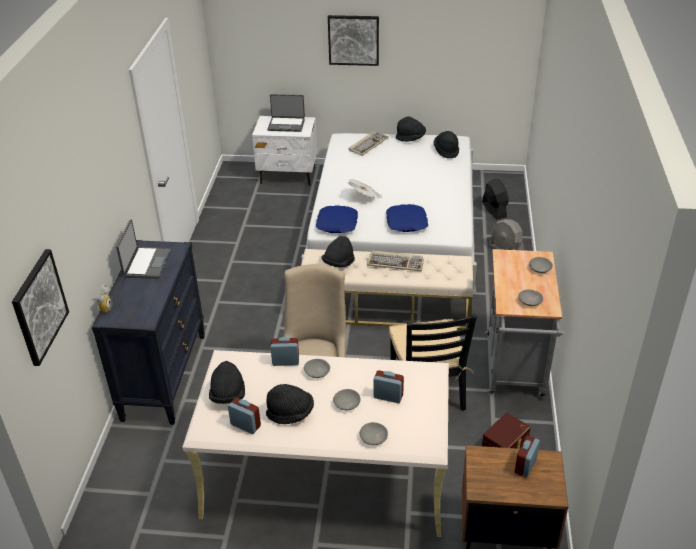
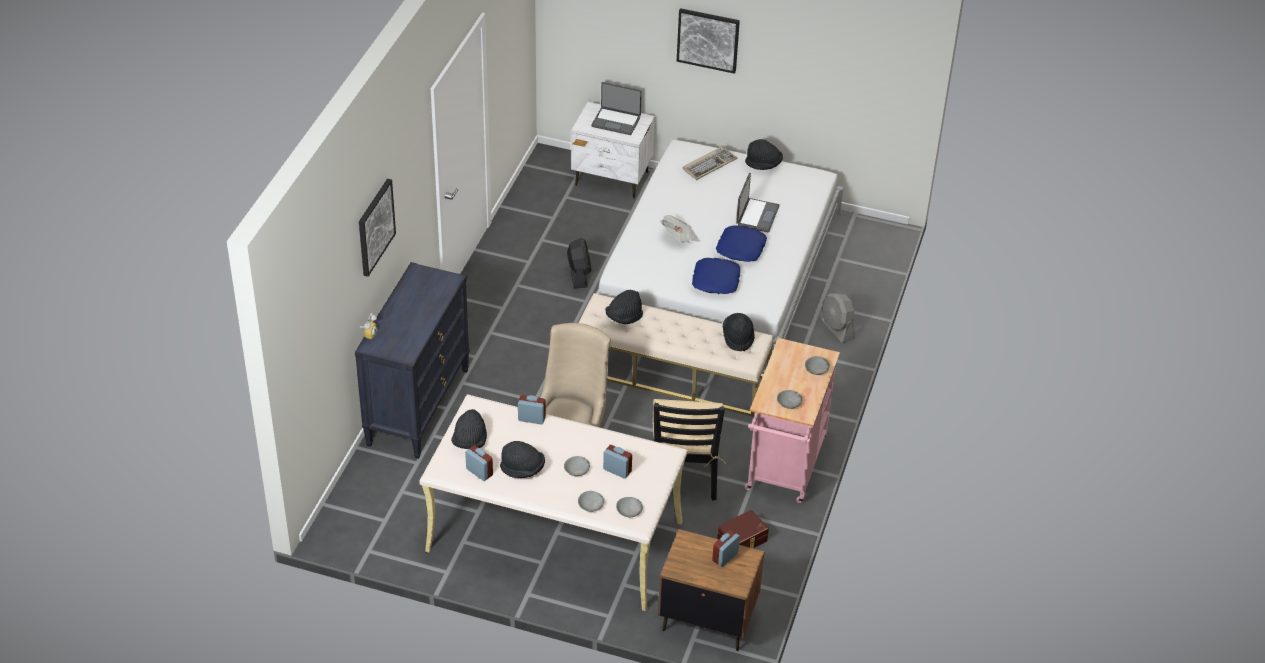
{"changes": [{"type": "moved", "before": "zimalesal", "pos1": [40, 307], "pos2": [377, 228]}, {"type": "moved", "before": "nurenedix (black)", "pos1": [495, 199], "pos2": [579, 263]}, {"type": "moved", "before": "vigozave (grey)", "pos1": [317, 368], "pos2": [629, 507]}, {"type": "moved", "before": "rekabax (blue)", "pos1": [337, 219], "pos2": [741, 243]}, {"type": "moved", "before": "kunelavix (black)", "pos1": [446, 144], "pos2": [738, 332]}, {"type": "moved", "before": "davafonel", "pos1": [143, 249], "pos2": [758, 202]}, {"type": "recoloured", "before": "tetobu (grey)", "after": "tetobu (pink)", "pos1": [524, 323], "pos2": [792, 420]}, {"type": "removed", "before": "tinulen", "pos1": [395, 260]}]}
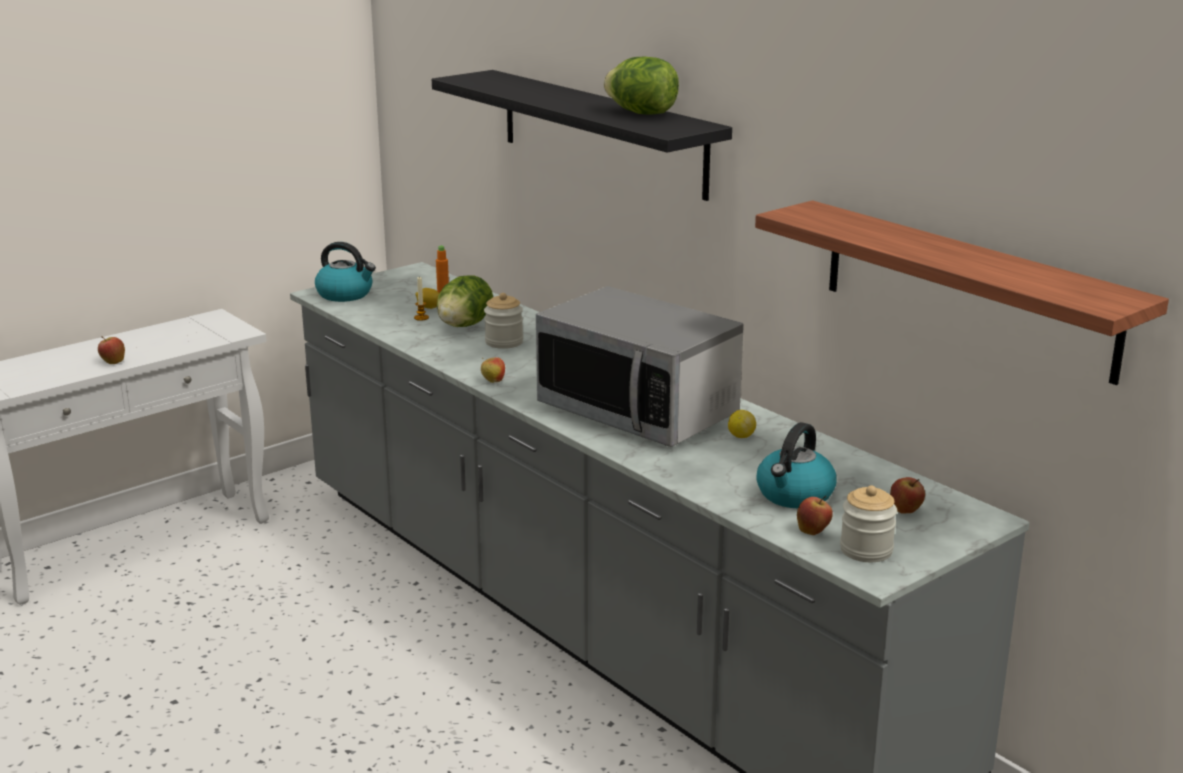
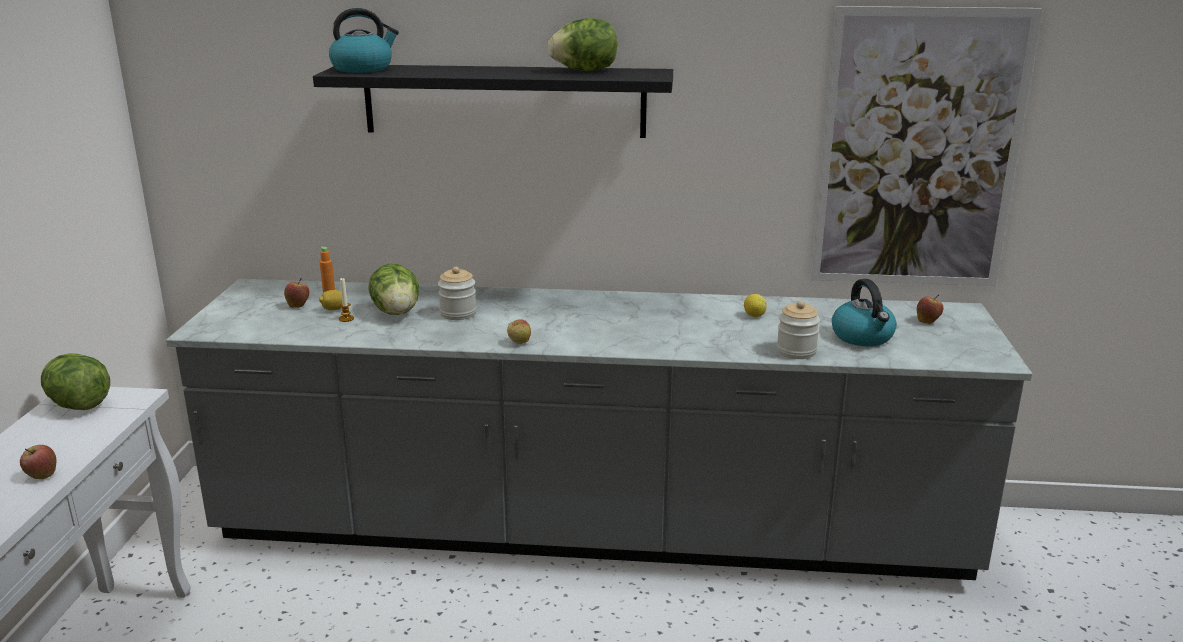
{"changes": [{"type": "added", "after": "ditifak", "pos2": [75, 381]}, {"type": "moved", "before": "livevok", "pos1": [815, 515], "pos2": [296, 293]}, {"type": "moved", "before": "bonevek", "pos1": [345, 272], "pos2": [364, 40]}, {"type": "moved", "before": "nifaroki", "pos1": [868, 523], "pos2": [798, 330]}, {"type": "replaced", "before": "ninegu", "after": "zimalesal", "pos1": [962, 292], "pos2": [927, 146]}, {"type": "removed", "before": "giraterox", "pos1": [640, 366]}]}
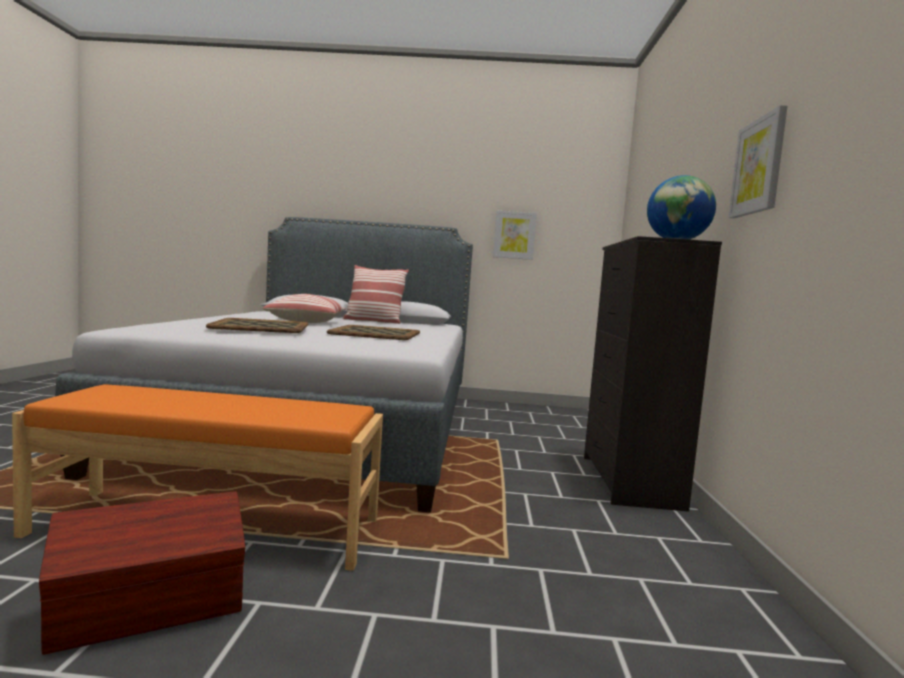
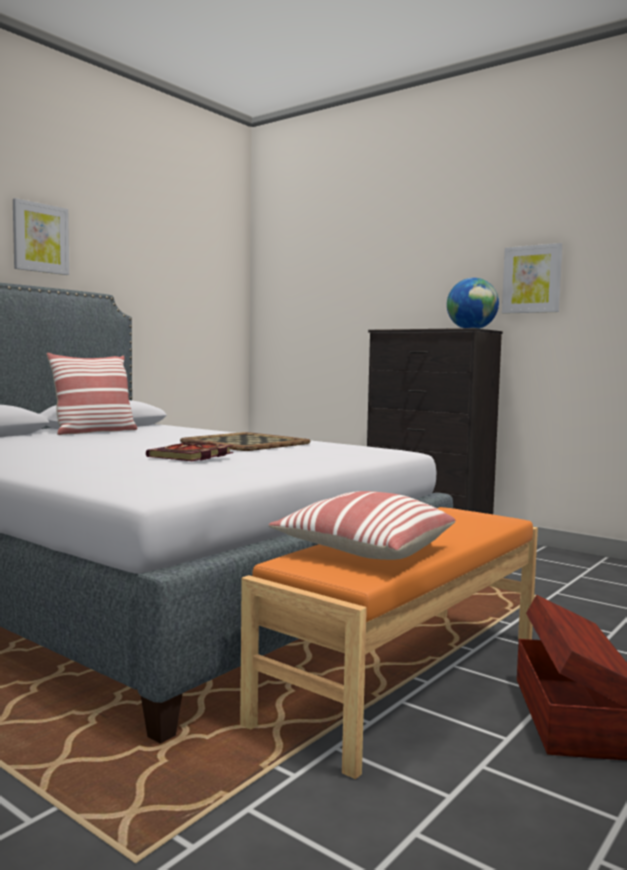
{"changes": [{"type": "moved", "before": "zimalesal", "pos1": [515, 235], "pos2": [41, 236]}, {"type": "replaced", "before": "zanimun", "after": "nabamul", "pos1": [257, 325], "pos2": [189, 451]}, {"type": "moved", "before": "rekabax", "pos1": [304, 308], "pos2": [362, 525]}]}
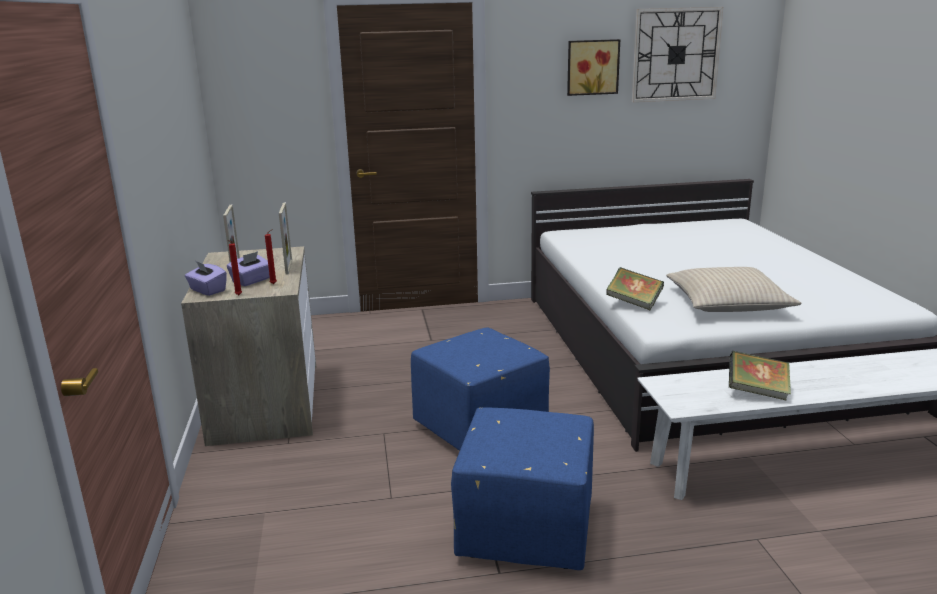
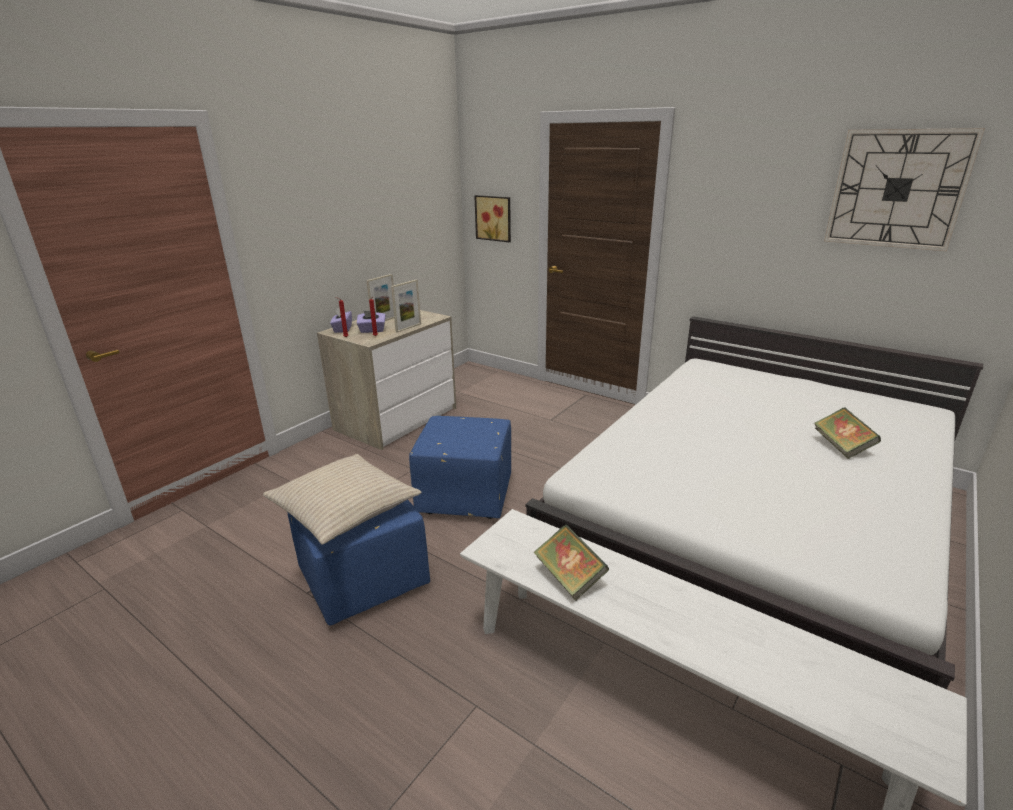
{"changes": [{"type": "moved", "before": "rekabax (beige)", "pos1": [734, 289], "pos2": [342, 499]}, {"type": "moved", "before": "zimalesal", "pos1": [593, 67], "pos2": [493, 218]}, {"type": "moved", "before": "nabamul", "pos1": [635, 289], "pos2": [847, 433]}]}
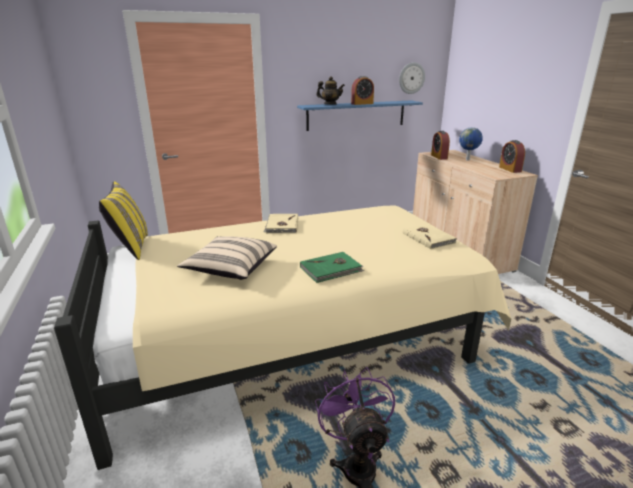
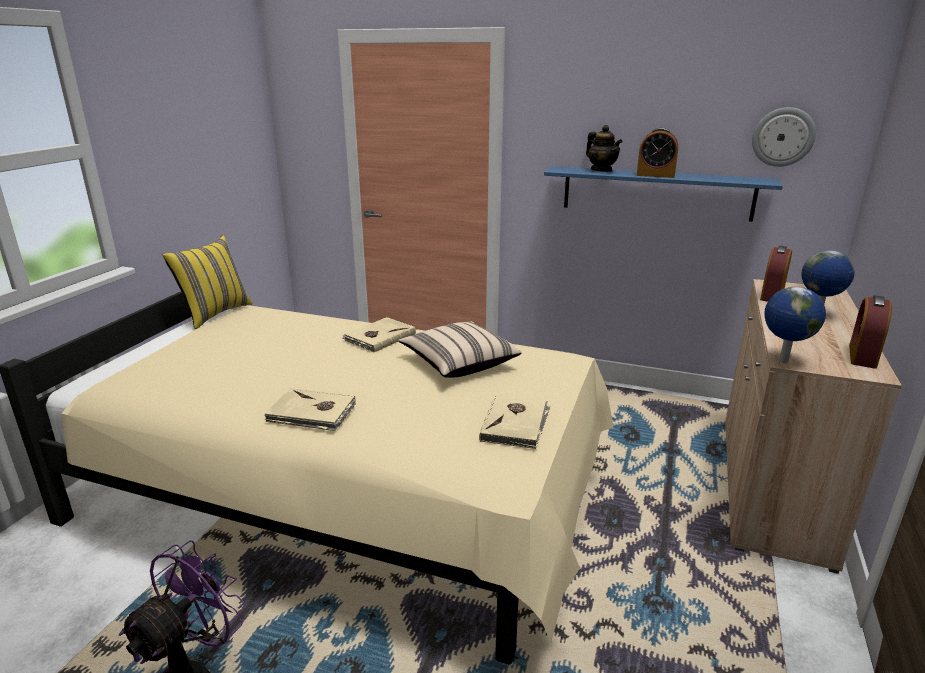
{"changes": [{"type": "recoloured", "before": "nabamul (green)", "after": "nabamul (beige)", "pos1": [332, 267], "pos2": [310, 409]}, {"type": "moved", "before": "rekabax (beige)", "pos1": [227, 258], "pos2": [460, 349]}, {"type": "added", "after": "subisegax", "pos2": [795, 325]}]}
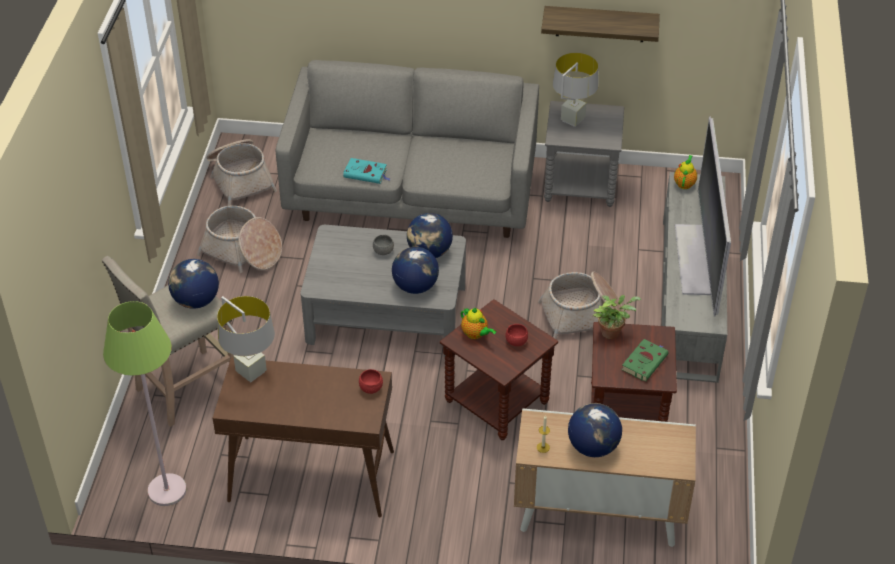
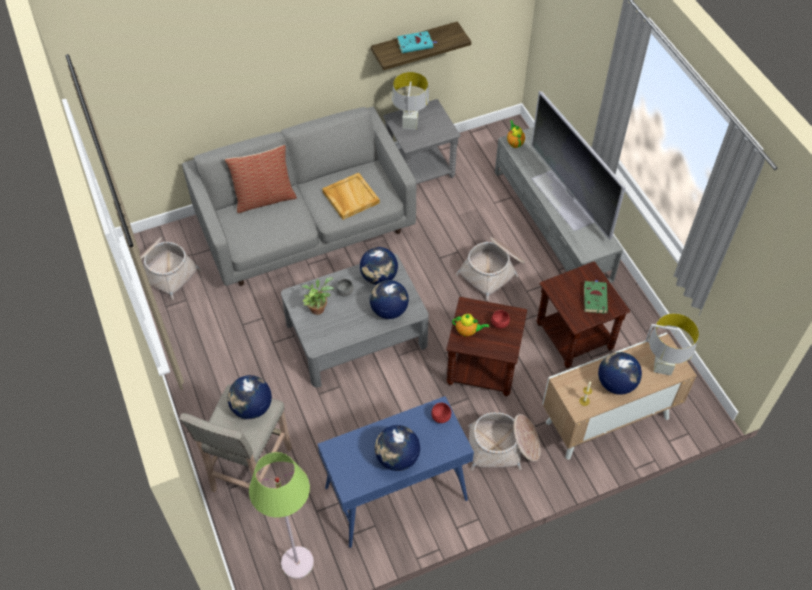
{"changes": [{"type": "added", "after": "rekabax", "pos2": [261, 179]}, {"type": "moved", "before": "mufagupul", "pos1": [617, 317], "pos2": [318, 296]}, {"type": "recoloured", "before": "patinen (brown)", "after": "patinen (blue)", "pos1": [303, 437], "pos2": [396, 472]}, {"type": "added", "after": "zanimun (beige)", "pos2": [351, 196]}, {"type": "added", "after": "subisegax", "pos2": [397, 448]}, {"type": "moved", "before": "nabamul (turquoise)", "pos1": [367, 171], "pos2": [417, 42]}, {"type": "moved", "before": "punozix", "pos1": [239, 239], "pos2": [504, 441]}, {"type": "moved", "before": "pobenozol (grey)", "pos1": [246, 339], "pos2": [672, 344]}]}
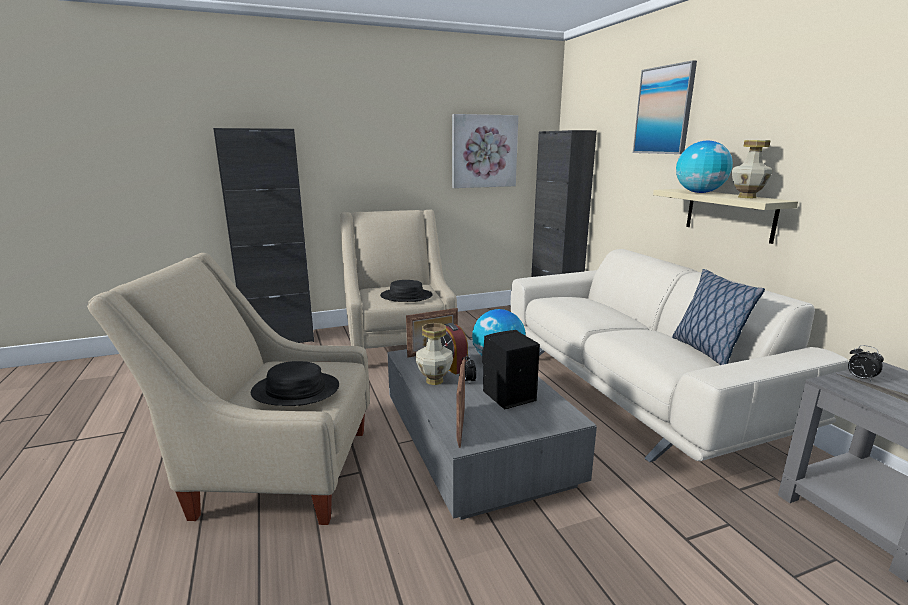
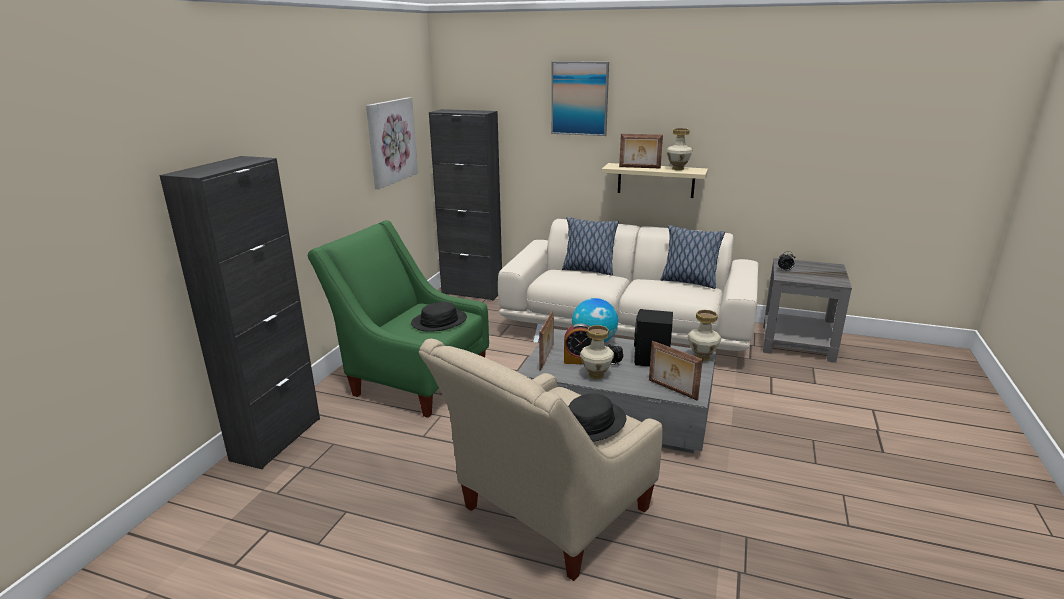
{"changes": [{"type": "recoloured", "before": "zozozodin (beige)", "after": "zozozodin (green)", "pos1": [398, 279], "pos2": [398, 319]}, {"type": "added", "after": "rekabax", "pos2": [590, 246]}, {"type": "replaced", "before": "subisegax", "after": "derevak", "pos1": [704, 166], "pos2": [641, 151]}, {"type": "added", "after": "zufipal", "pos2": [704, 335]}]}
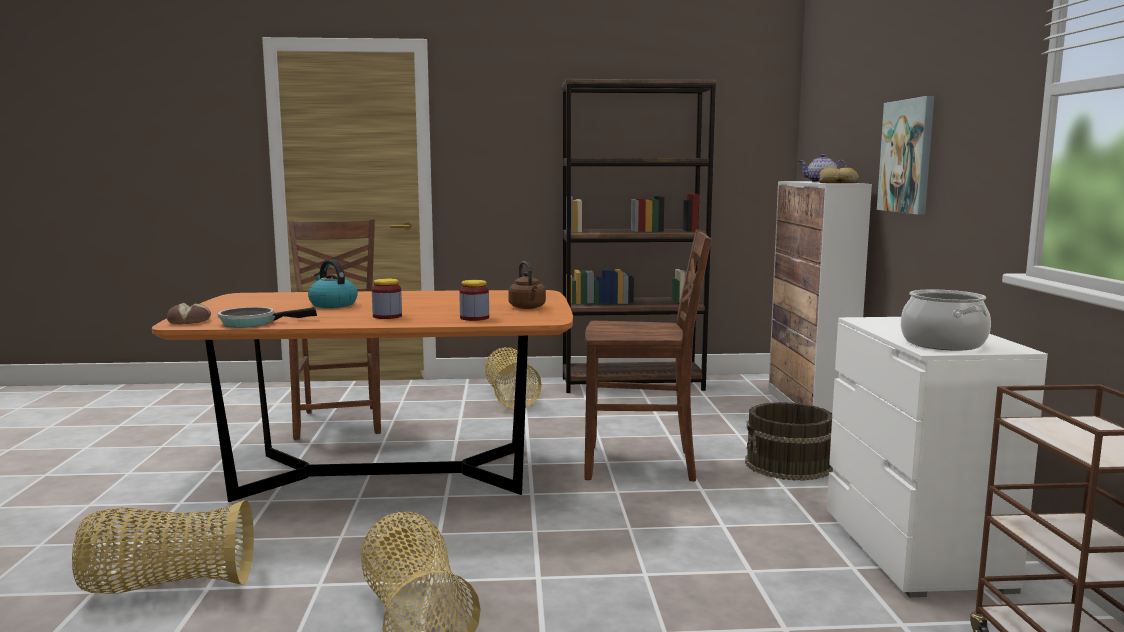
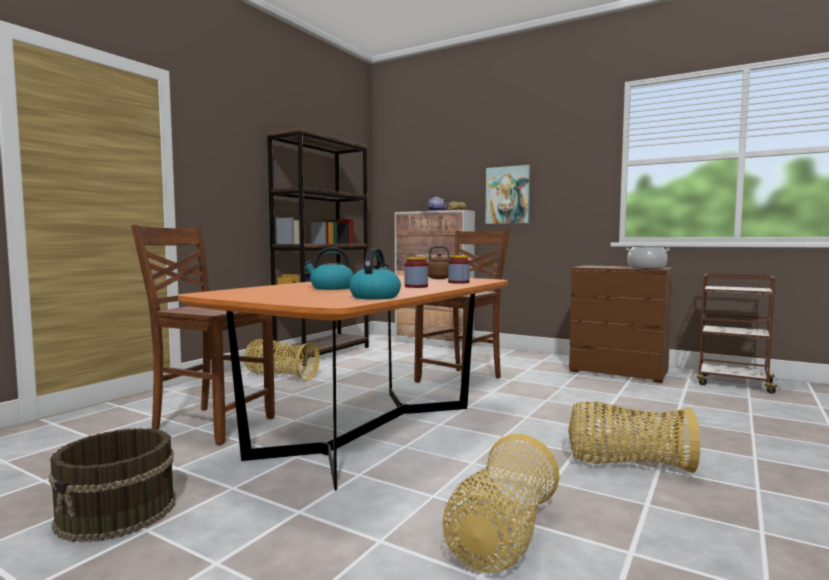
{"changes": [{"type": "moved", "before": "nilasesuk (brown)", "pos1": [789, 441], "pos2": [112, 485]}, {"type": "replaced", "before": "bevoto", "after": "bonevek", "pos1": [267, 317], "pos2": [375, 274]}, {"type": "recoloured", "before": "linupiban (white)", "after": "linupiban (brown)", "pos1": [937, 457], "pos2": [621, 324]}, {"type": "removed", "before": "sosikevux", "pos1": [189, 313]}]}
